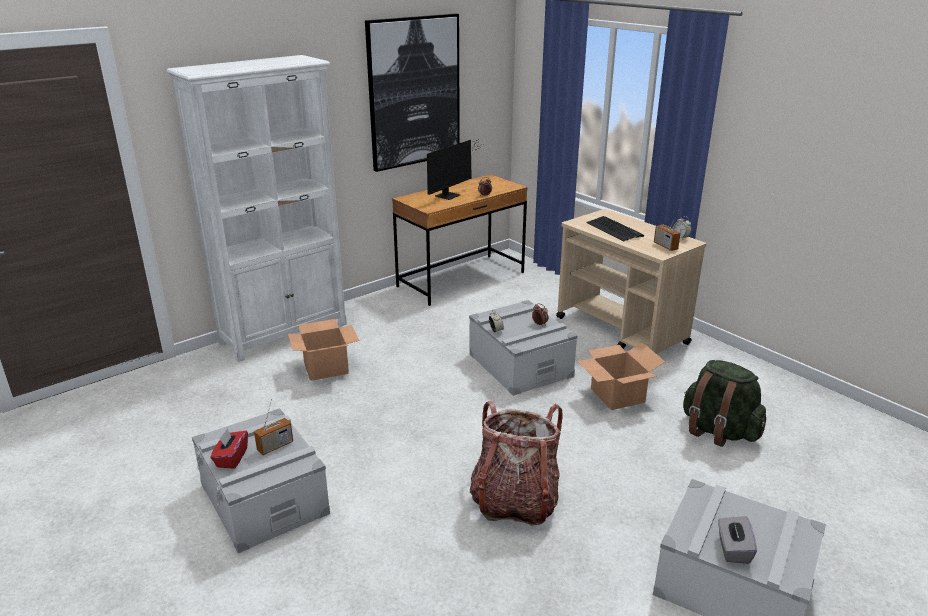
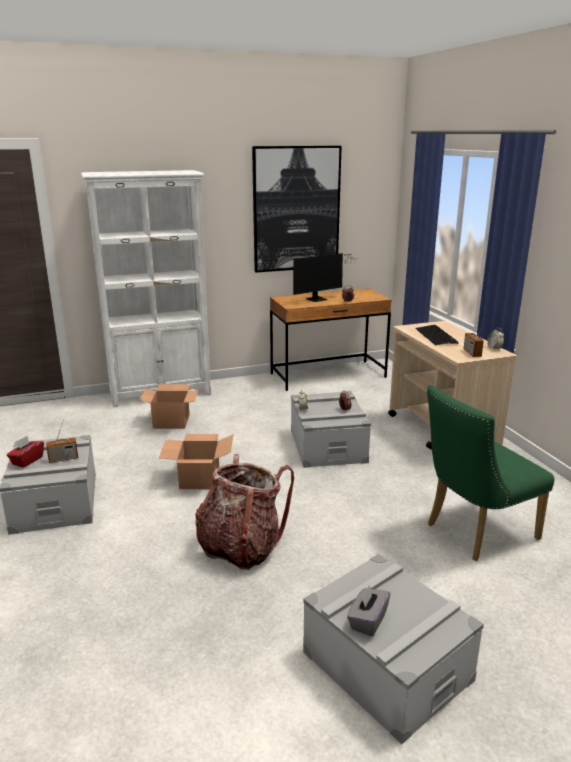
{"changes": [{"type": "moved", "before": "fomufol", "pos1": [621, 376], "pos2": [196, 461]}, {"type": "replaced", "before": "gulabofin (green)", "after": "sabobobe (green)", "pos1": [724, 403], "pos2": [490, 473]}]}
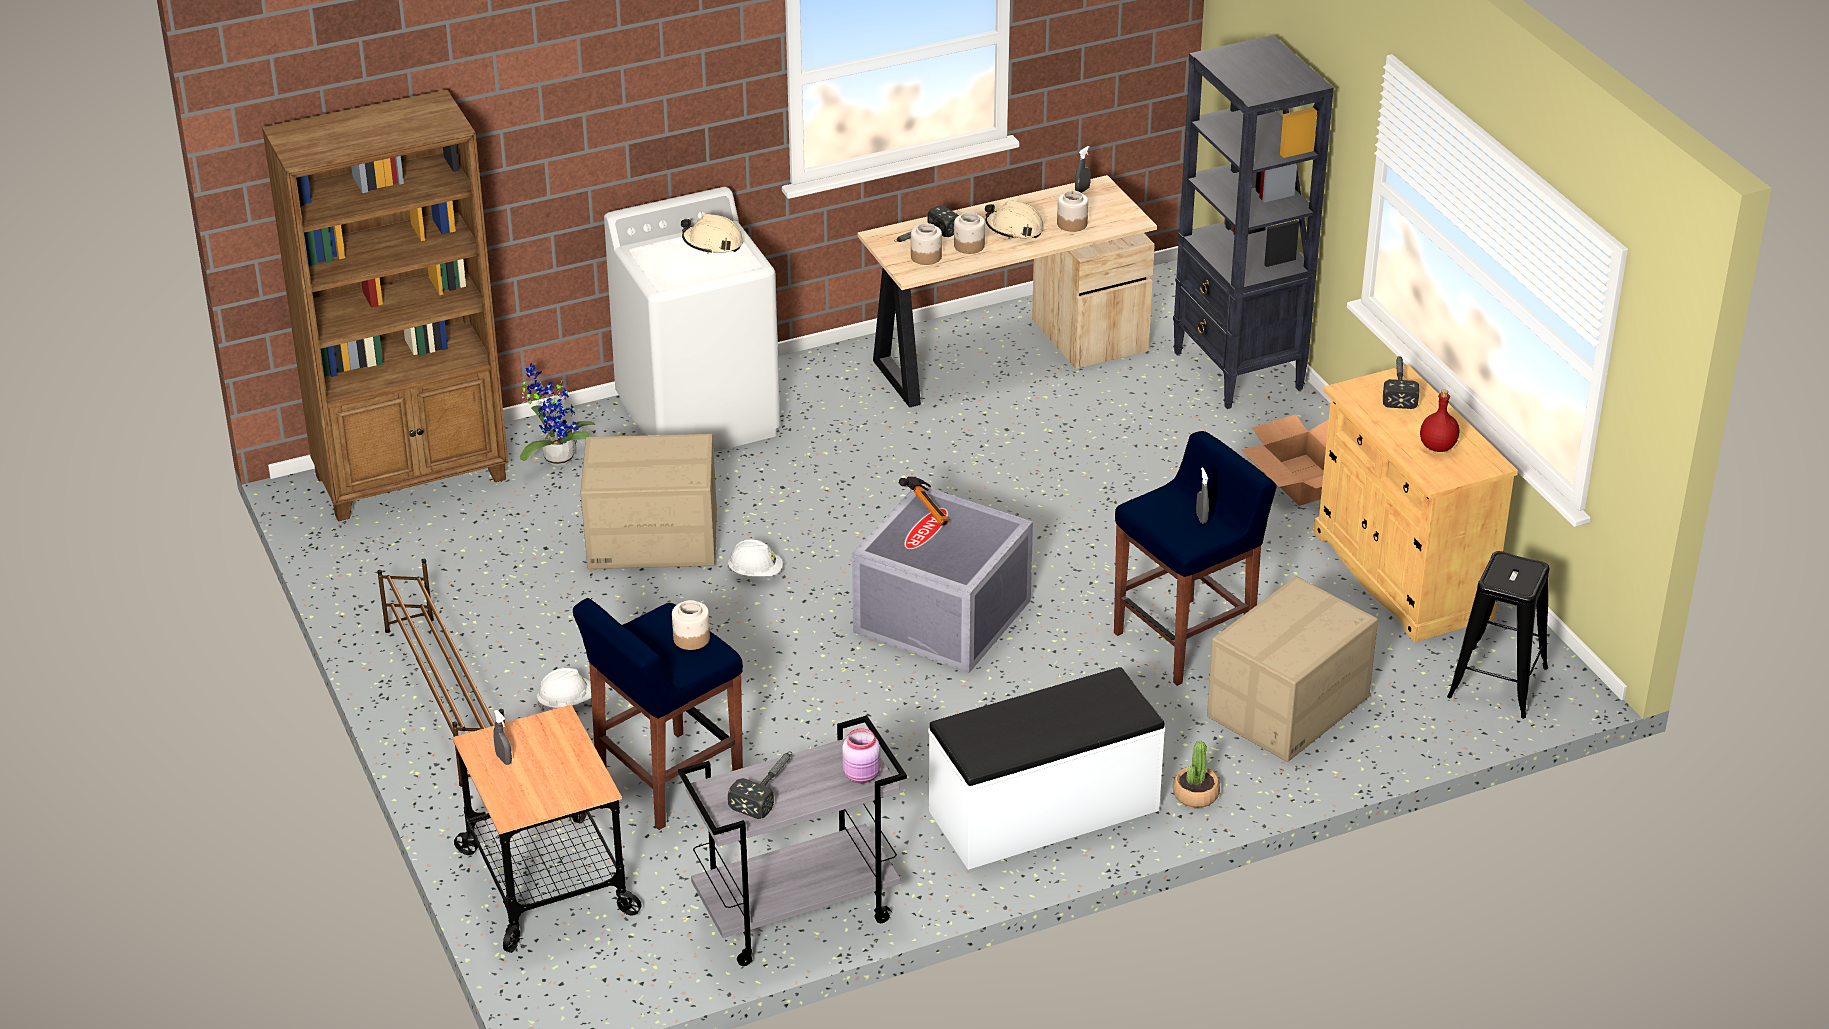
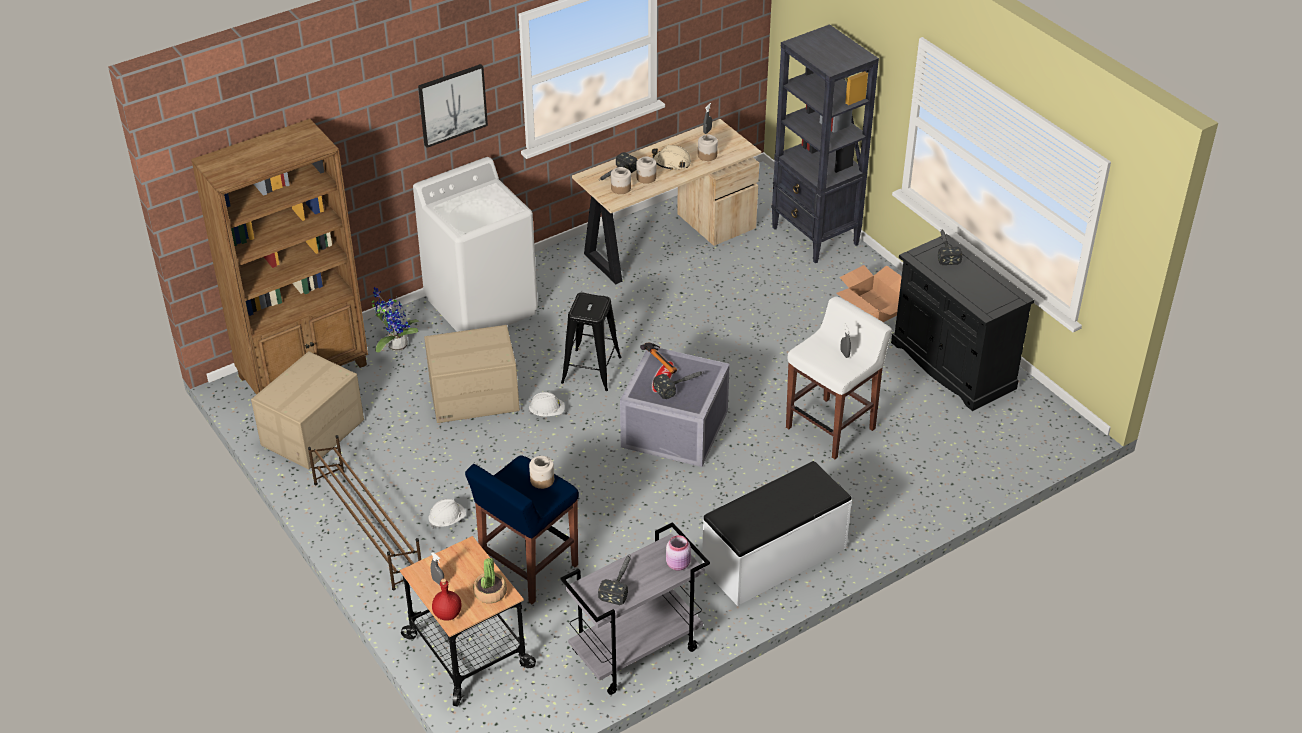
{"changes": [{"type": "moved", "before": "fomufol", "pos1": [1292, 669], "pos2": [307, 410]}, {"type": "added", "after": "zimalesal", "pos2": [453, 106]}, {"type": "moved", "before": "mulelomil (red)", "pos1": [1439, 420], "pos2": [447, 600]}, {"type": "moved", "before": "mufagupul", "pos1": [1196, 774], "pos2": [490, 580]}, {"type": "moved", "before": "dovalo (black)", "pos1": [1498, 635], "pos2": [591, 341]}, {"type": "added", "after": "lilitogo", "pos2": [678, 385]}, {"type": "recoloured", "before": "dovalo (blue)", "after": "dovalo (white)", "pos1": [1195, 558], "pos2": [839, 377]}, {"type": "recoloured", "before": "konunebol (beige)", "after": "konunebol (black)", "pos1": [1416, 503], "pos2": [962, 322]}, {"type": "removed", "before": "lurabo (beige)", "pos1": [712, 234]}]}
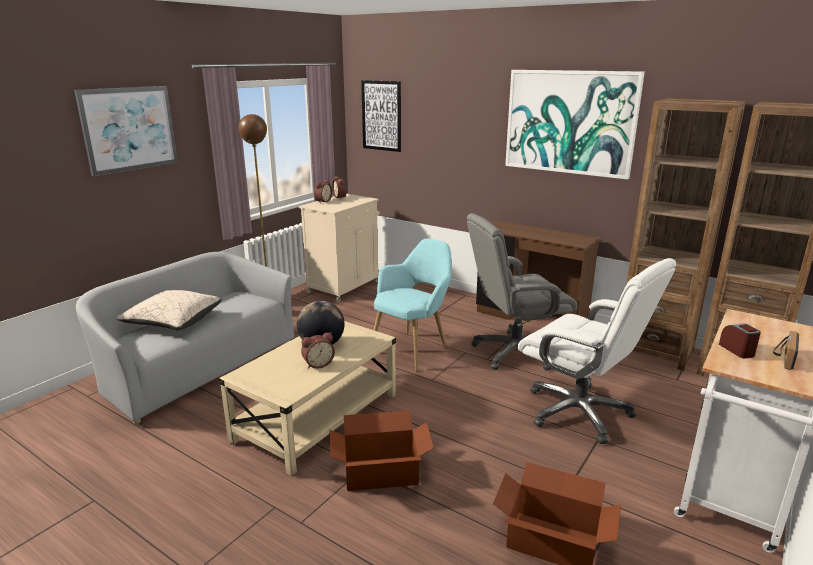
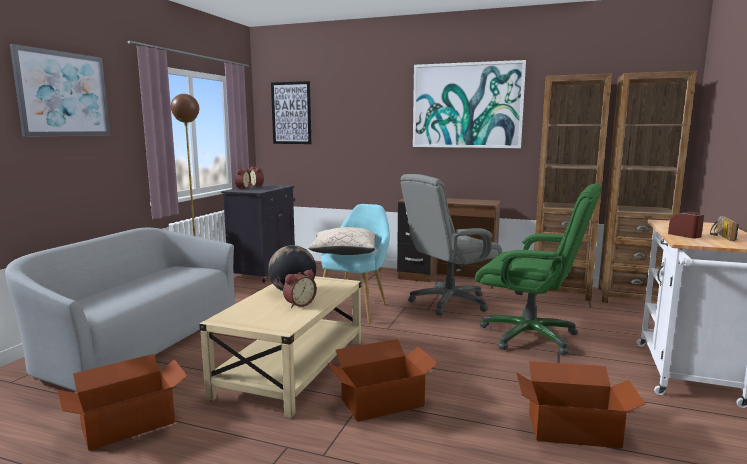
{"changes": [{"type": "added", "after": "fomufol", "pos2": [122, 402]}, {"type": "recoloured", "before": "konunebol (beige)", "after": "konunebol (black)", "pos1": [339, 248], "pos2": [258, 234]}, {"type": "moved", "before": "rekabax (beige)", "pos1": [169, 310], "pos2": [342, 241]}, {"type": "recoloured", "before": "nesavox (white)", "after": "nesavox (green)", "pos1": [597, 351], "pos2": [538, 269]}]}
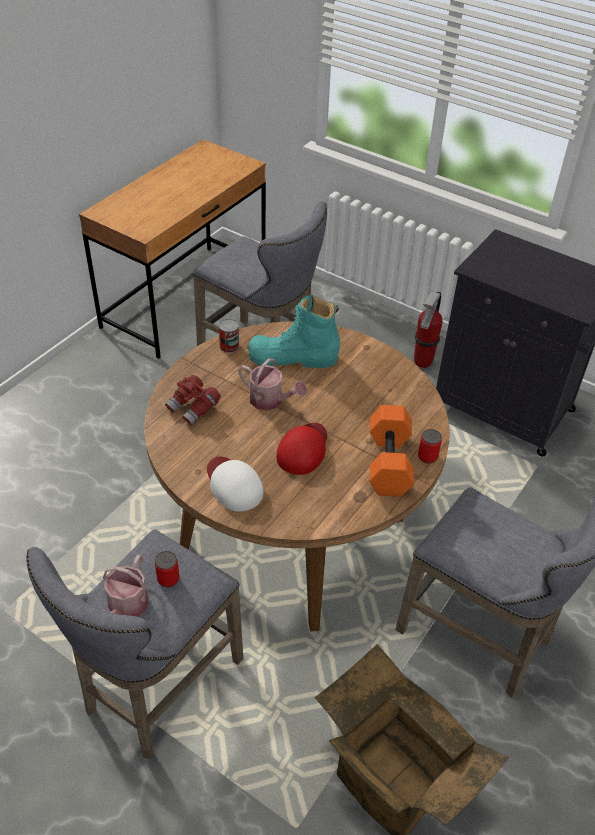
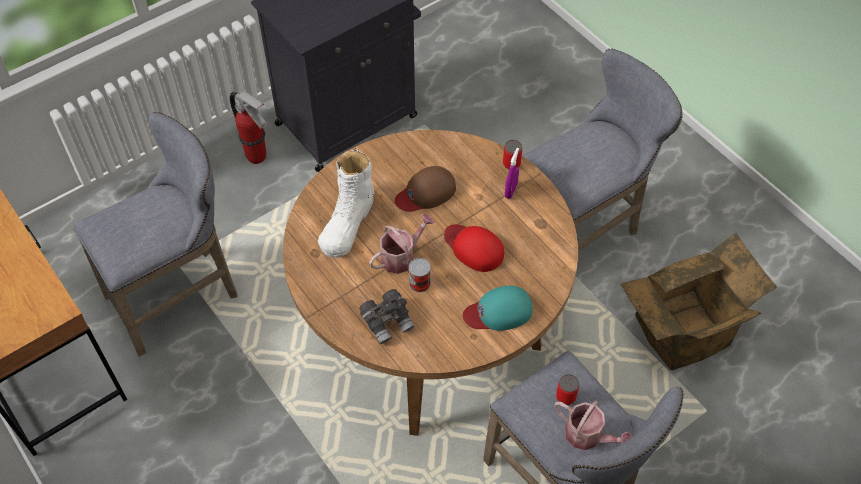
{"changes": [{"type": "recoloured", "before": "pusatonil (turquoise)", "after": "pusatonil (white)", "pos1": [294, 331], "pos2": [346, 203]}, {"type": "recoloured", "before": "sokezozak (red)", "after": "sokezozak (grey)", "pos1": [193, 400], "pos2": [387, 316]}, {"type": "added", "after": "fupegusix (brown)", "pos2": [425, 189]}, {"type": "moved", "before": "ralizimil", "pos1": [229, 336], "pos2": [420, 275]}, {"type": "recoloured", "before": "fupegusix (white)", "after": "fupegusix (turquoise)", "pos1": [235, 484], "pos2": [498, 308]}, {"type": "replaced", "before": "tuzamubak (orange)", "after": "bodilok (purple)", "pos1": [392, 451], "pos2": [512, 173]}]}
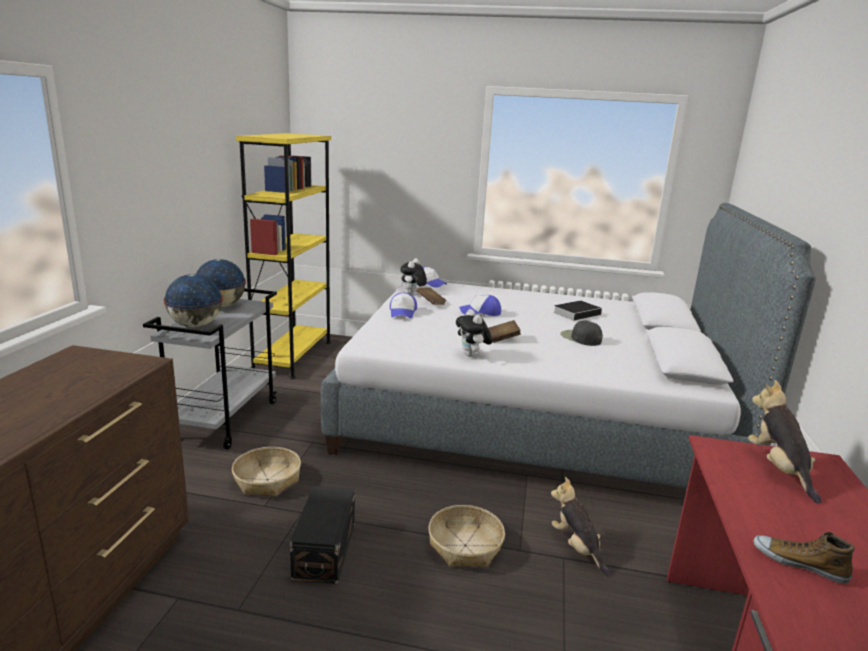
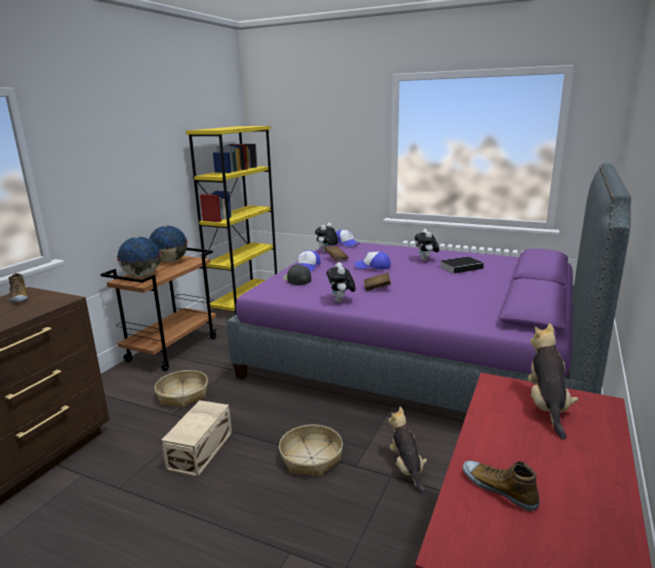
{"changes": [{"type": "added", "after": "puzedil", "pos2": [18, 288]}, {"type": "recoloured", "before": "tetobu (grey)", "after": "tetobu (brown)", "pos1": [210, 368], "pos2": [158, 309]}, {"type": "recoloured", "before": "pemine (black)", "after": "pemine (beige)", "pos1": [322, 535], "pos2": [196, 438]}, {"type": "recoloured", "before": "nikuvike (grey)", "after": "nikuvike (purple)", "pos1": [568, 345], "pos2": [429, 288]}, {"type": "moved", "before": "fupegusix (black)", "pos1": [581, 333], "pos2": [297, 274]}, {"type": "added", "after": "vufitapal", "pos2": [427, 245]}]}
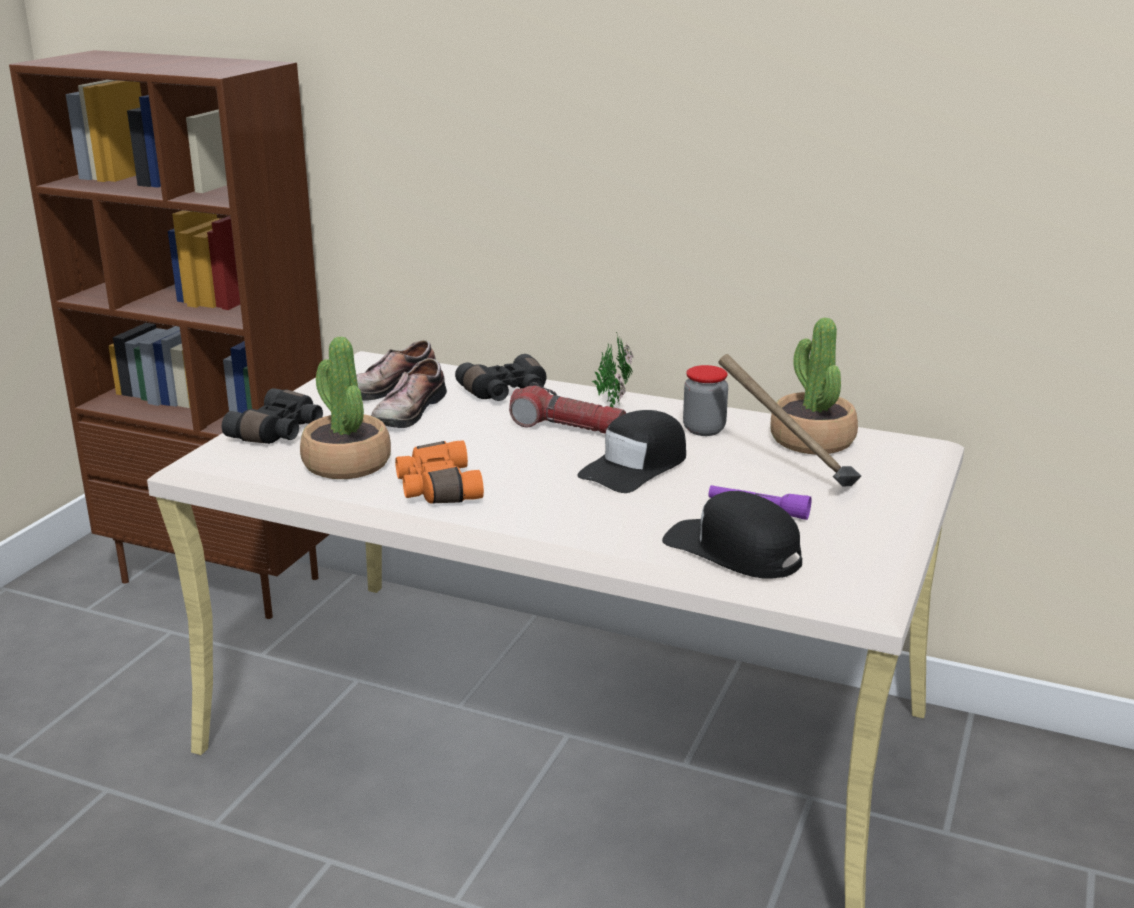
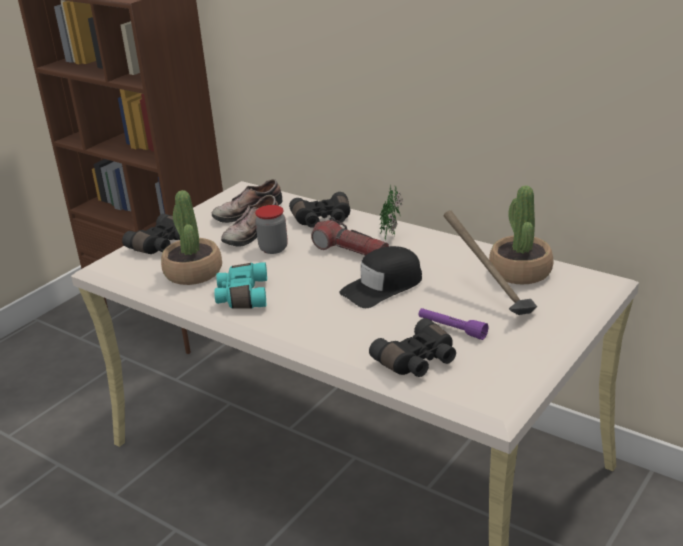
{"changes": [{"type": "recoloured", "before": "sokezozak (orange)", "after": "sokezozak (turquoise)", "pos1": [439, 471], "pos2": [240, 285]}, {"type": "moved", "before": "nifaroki", "pos1": [705, 400], "pos2": [271, 229]}, {"type": "replaced", "before": "fupegusix (black)", "after": "sokezozak (black)", "pos1": [732, 535], "pos2": [412, 347]}]}
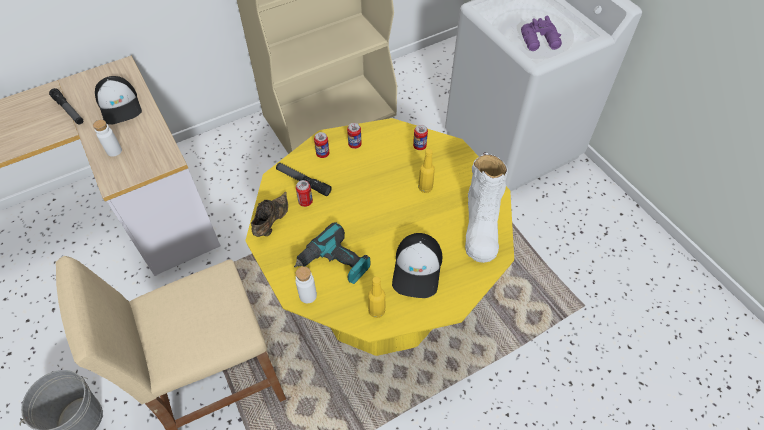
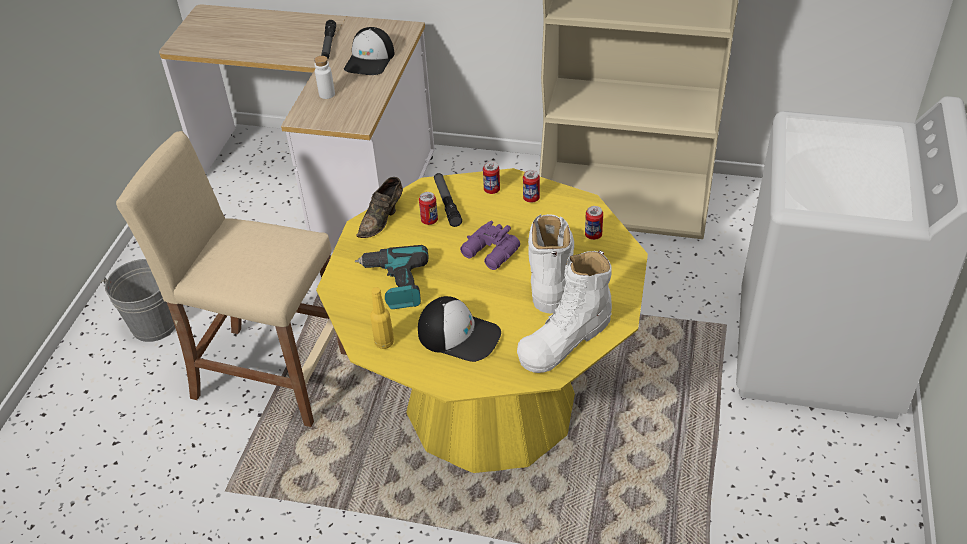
{"changes": [{"type": "turned", "before": "puzedil (brown)", "pos1": [269, 214], "pos2": [379, 207], "turn": 150}, {"type": "turned", "before": "fupegusix", "pos1": [417, 265], "pos2": [459, 329], "turn": -120}, {"type": "moved", "before": "sokezozak (purple)", "pos1": [541, 33], "pos2": [490, 245]}, {"type": "replaced", "before": "mulelomil (yellow)", "after": "pusatonil (white)", "pos1": [426, 171], "pos2": [551, 264]}, {"type": "removed", "before": "mulelomil (white)", "pos1": [306, 284]}]}
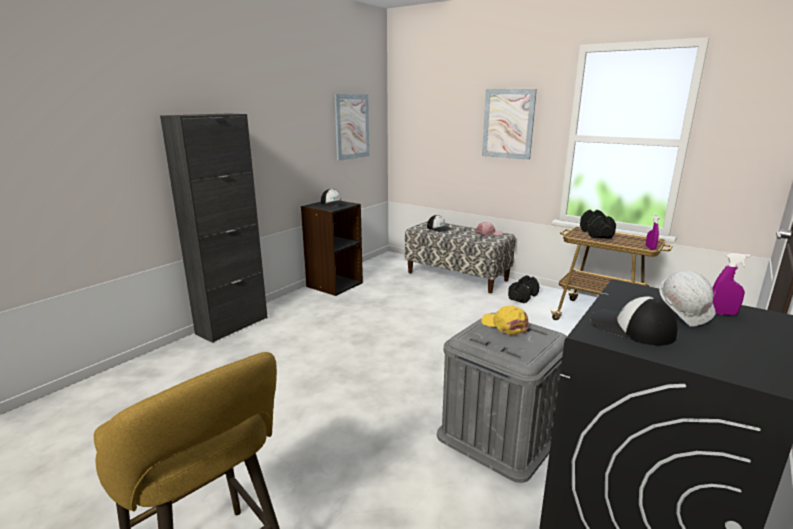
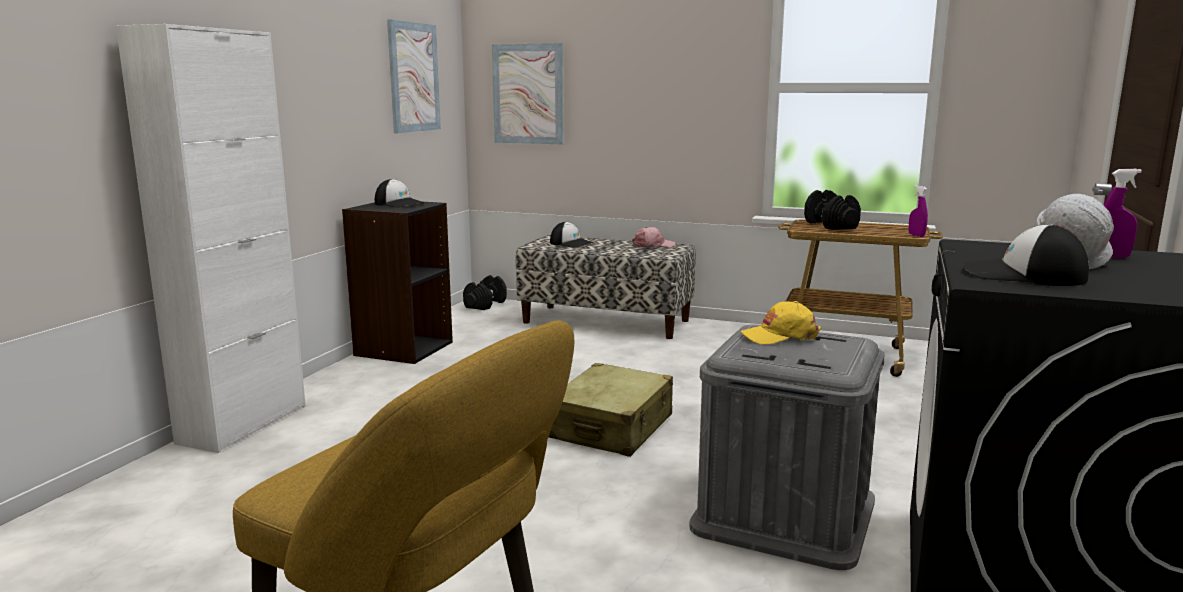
{"changes": [{"type": "recoloured", "before": "konunebol (black)", "after": "konunebol (white)", "pos1": [214, 228], "pos2": [211, 238]}, {"type": "moved", "before": "tuzamubak (black)", "pos1": [523, 289], "pos2": [485, 292]}, {"type": "moved", "before": "zimalesal", "pos1": [509, 124], "pos2": [528, 93]}, {"type": "added", "after": "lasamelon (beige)", "pos2": [611, 410]}, {"type": "turned", "before": "fupegusix (yellow)", "pos1": [505, 320], "pos2": [780, 323], "turn": -45}]}
